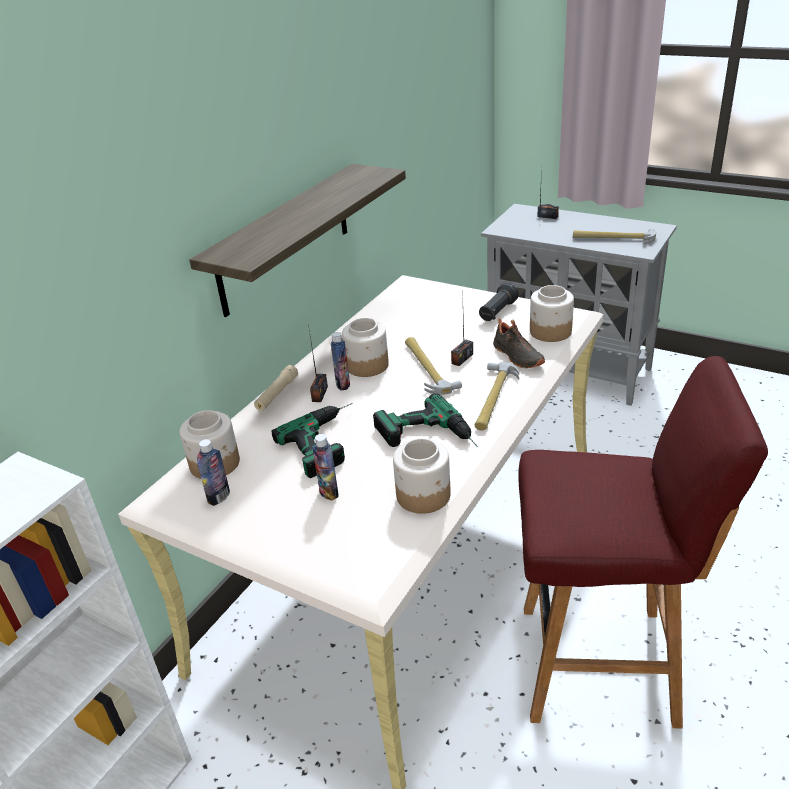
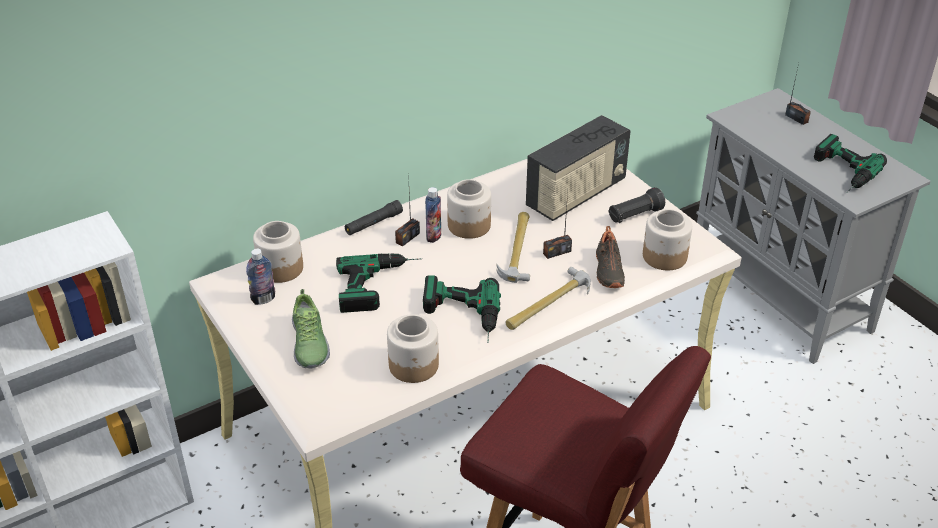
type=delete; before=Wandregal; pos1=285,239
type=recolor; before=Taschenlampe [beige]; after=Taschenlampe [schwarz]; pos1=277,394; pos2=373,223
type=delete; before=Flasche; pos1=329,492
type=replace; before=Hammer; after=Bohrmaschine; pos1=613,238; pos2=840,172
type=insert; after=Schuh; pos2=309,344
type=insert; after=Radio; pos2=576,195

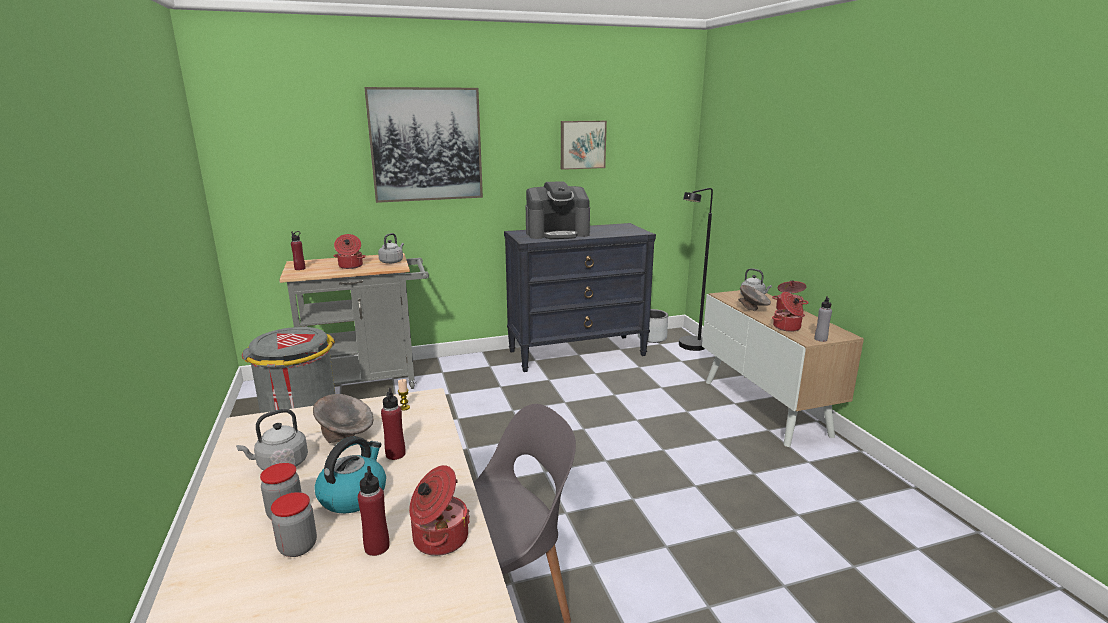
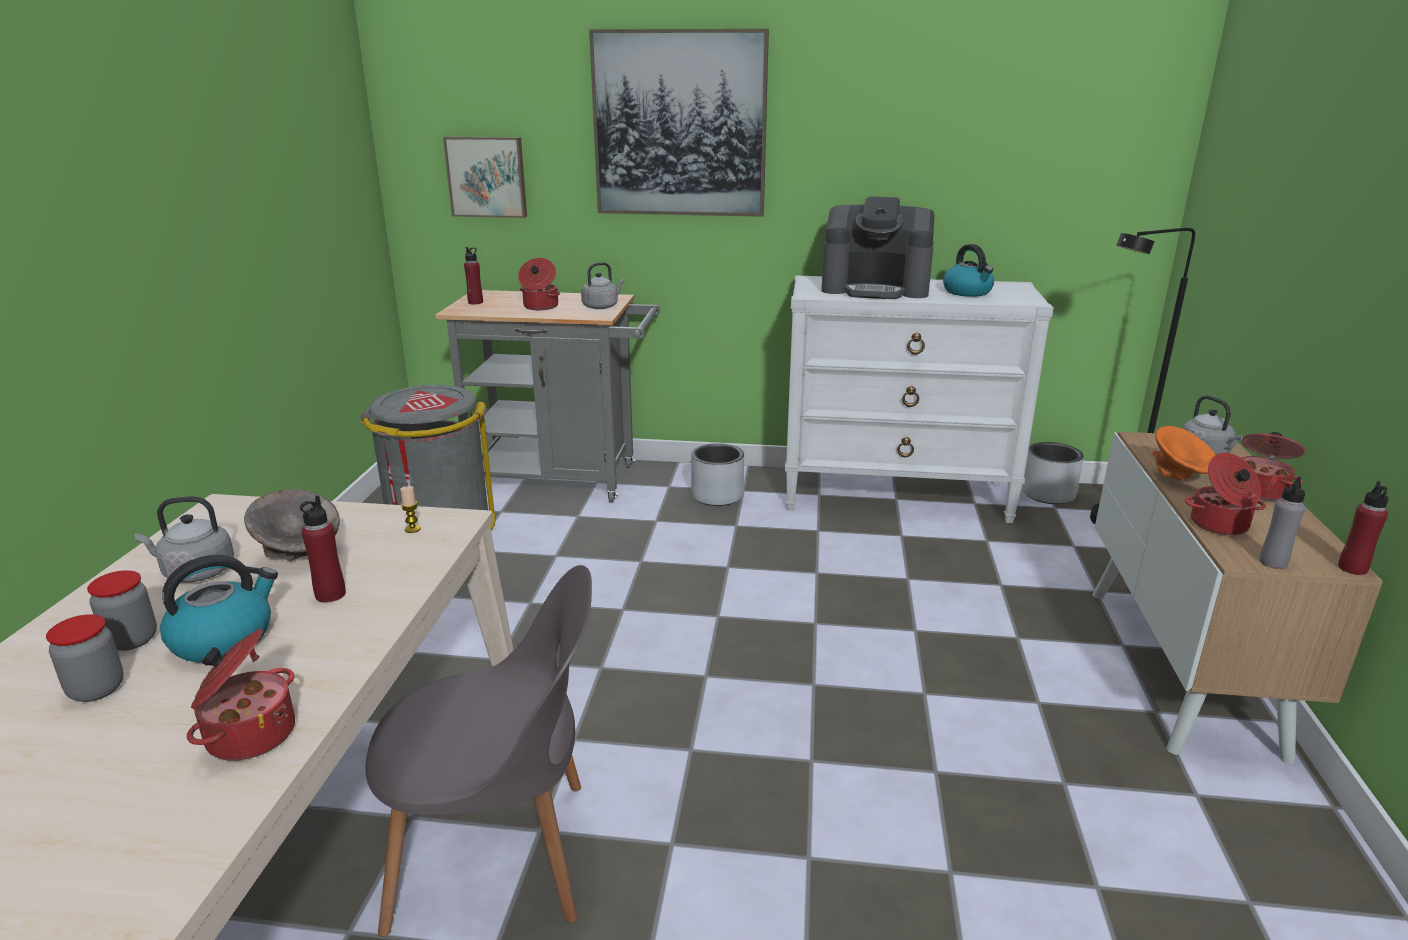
type=move; before=Flasche [rot]; pos1=377,547; pos2=1352,568
type=recolor; before=Kommode [schwarz]; after=Kommode [weiß]; pos1=577,353; pos2=896,496
type=move; before=Bild; pos1=582,144; pos2=487,176
type=recolor; before=Schüssel [grau]; after=Schüssel [orange]; pos1=753,310; pos2=1179,478
type=insert; after=Pflanzkübel [grau]; pos2=718,496
type=insert; after=Wasserkessel; pos2=968,292

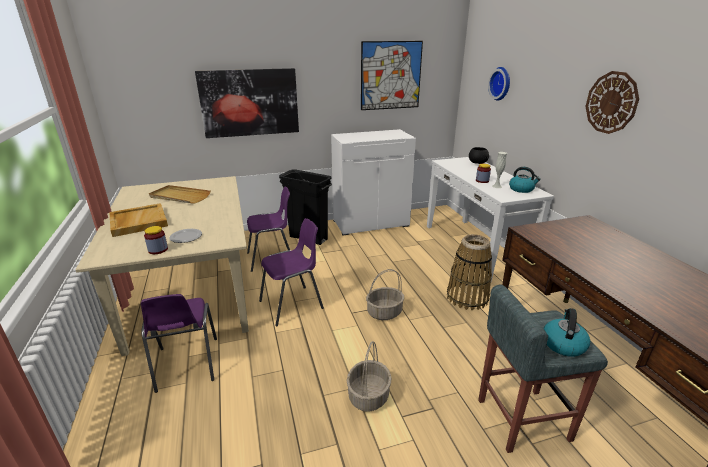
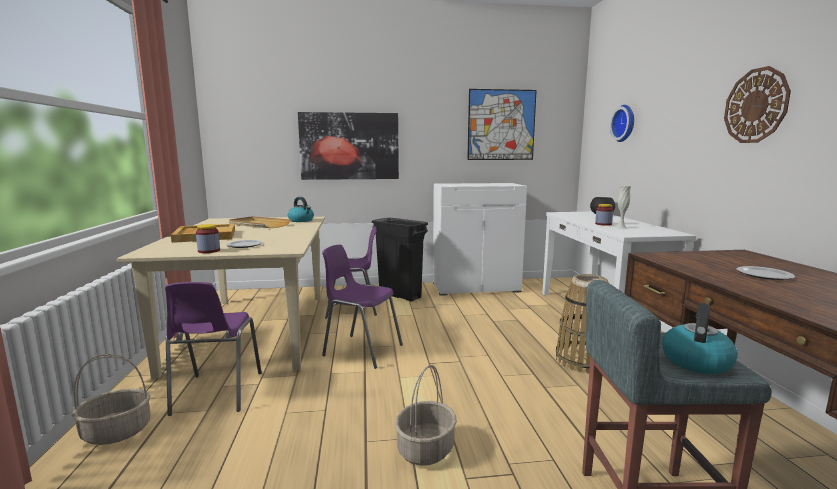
type=rotate; before=Stuhl [lila]; pos1=293,305; pos2=361,350; turn=-135
type=move; before=Korb; pos1=384,312; pos2=117,431
type=move; before=Wasserkessel; pos1=521,189; pos2=301,220
type=insert; after=Teller; pos2=764,275

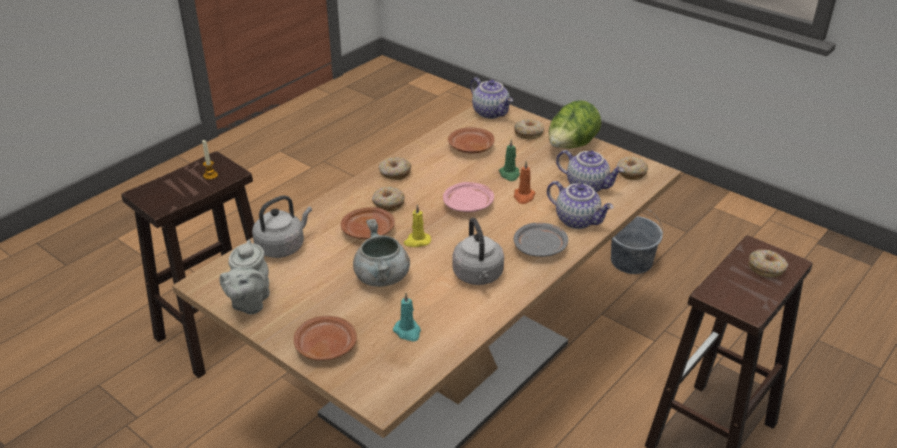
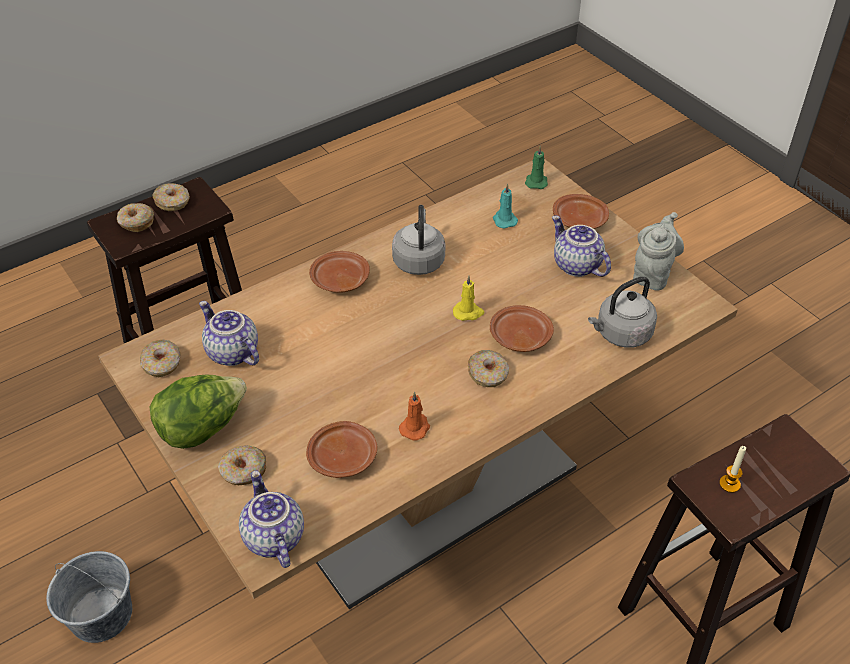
type=delete; before=Kochtopf [grau]; pos1=382,277
type=move; before=Donut; pos1=394,173; pos2=173,202
type=delete; before=Teller [rosa]; pos1=468,204
type=move; before=Kerze [grün]; pos1=509,174; pos2=536,181
type=move; before=Kerze [orange]; pos1=523,197; pos2=415,427
type=recolor; before=Teller [grau]; after=Teller [braun]; pos1=540,247; pos2=339,280
type=move; before=Teekanne; pos1=578,220; pos2=575,265

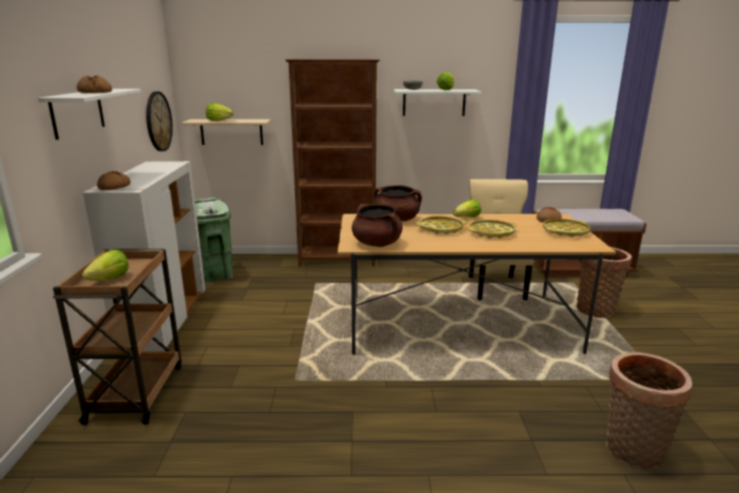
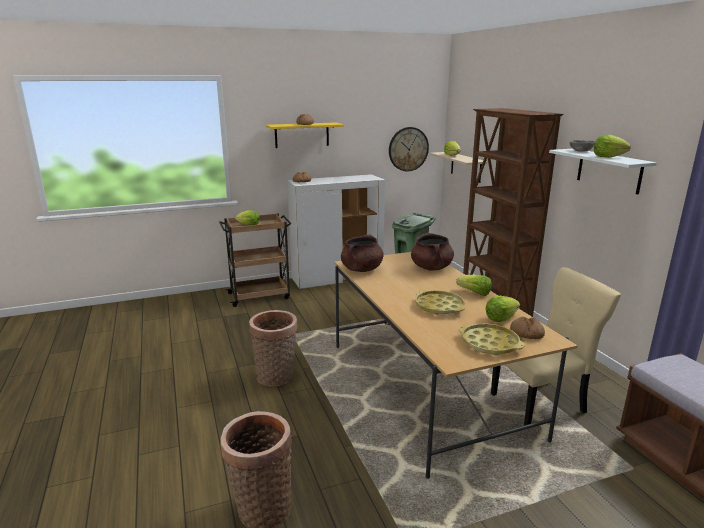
type=recolor; before=Wandregal [weiß]; after=Wandregal [gelb]; pos1=77,112; pos2=302,135
type=delete; before=Tablett [gelb]; pos1=440,229
type=move; before=Korb; pos1=596,310; pos2=276,377
type=insert; after=Salatkopf; pos2=500,318

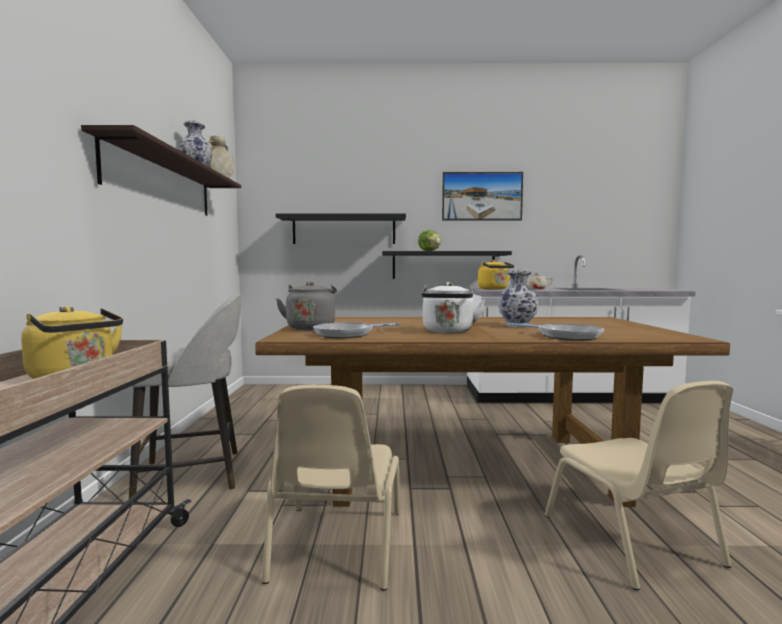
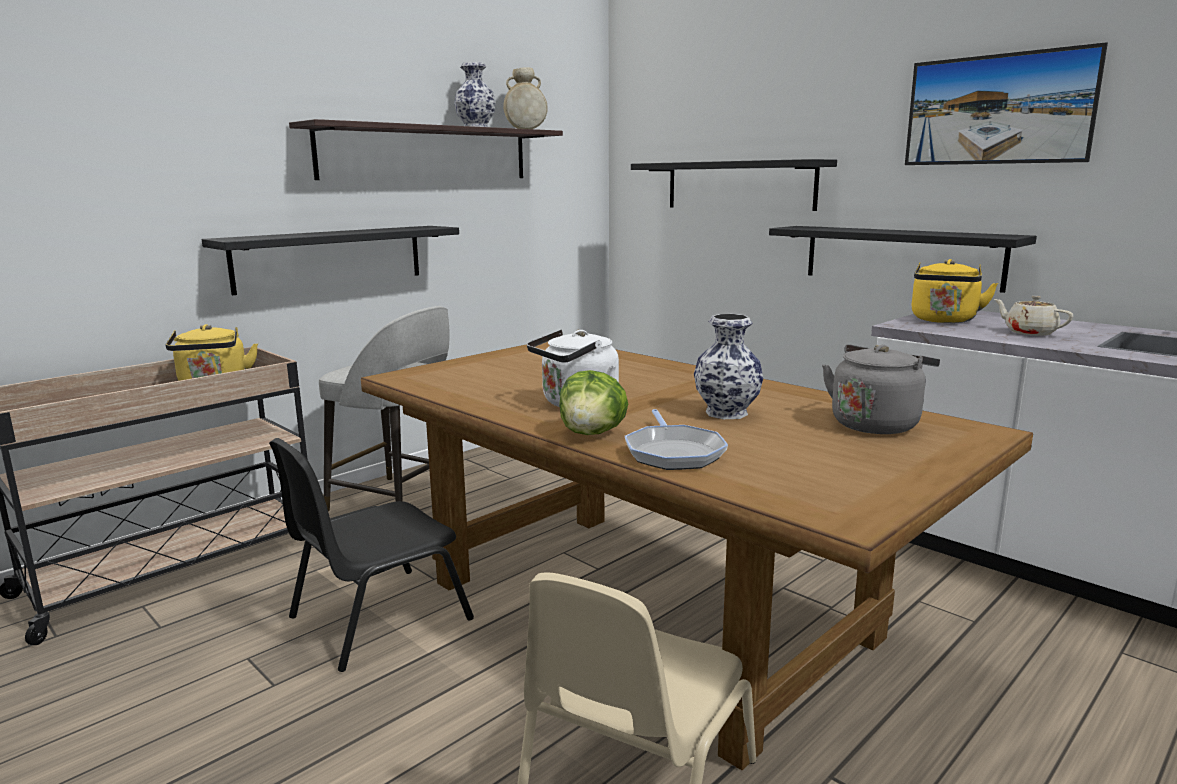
type=recolor; before=Stuhl [beige]; after=Stuhl [schwarz]; pos1=336,546; pos2=376,618
type=move; before=Wasserkessel [grau]; pos1=311,328; pos2=876,424
type=delete; before=Pfanne; pos1=347,334
type=move; before=Salatkopf; pos1=430,251; pos2=593,433
type=insert; after=Wandregal [schwarz]; pos2=330,258

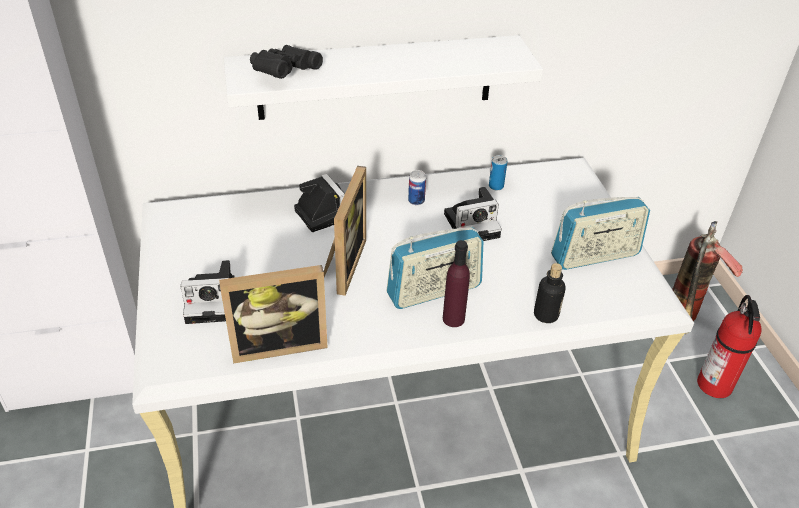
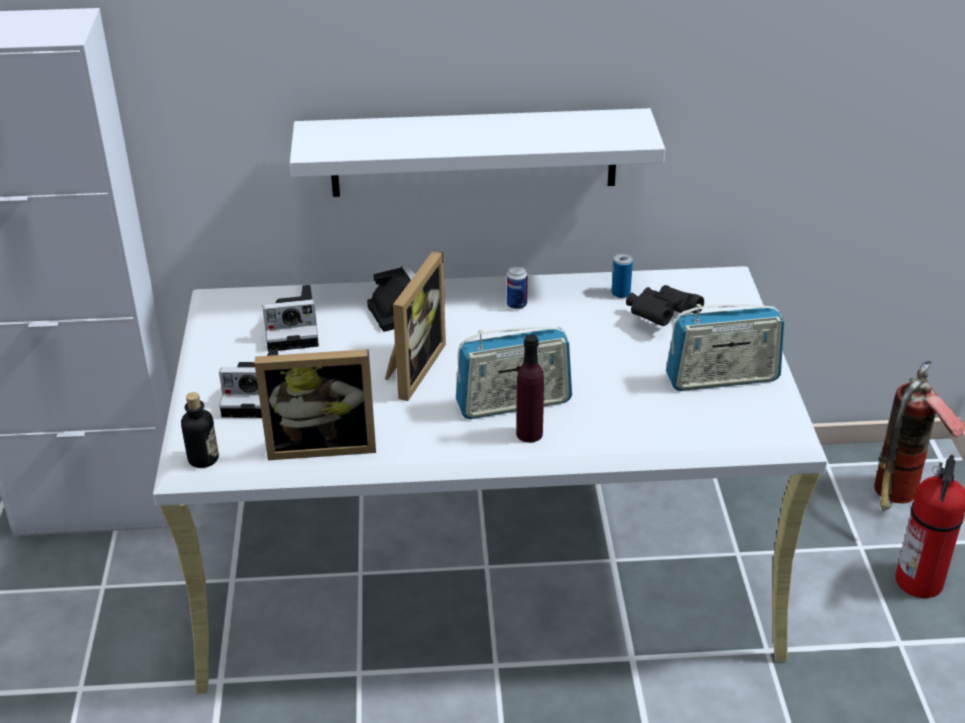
type=move; before=Fernglas [schwarz]; pos1=284,73; pos2=661,316
type=move; before=Kamera; pos1=473,224; pos2=294,330
type=move; before=Flasche; pos1=546,315; pos2=203,459

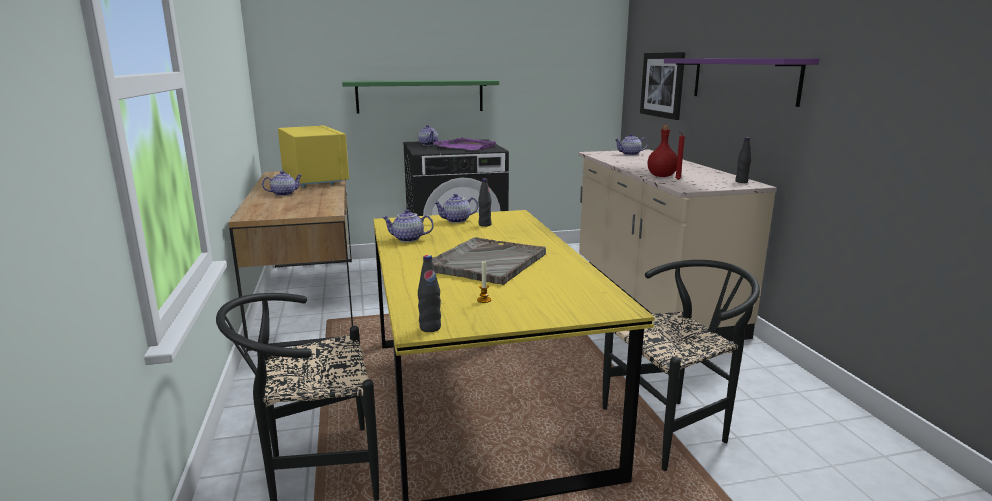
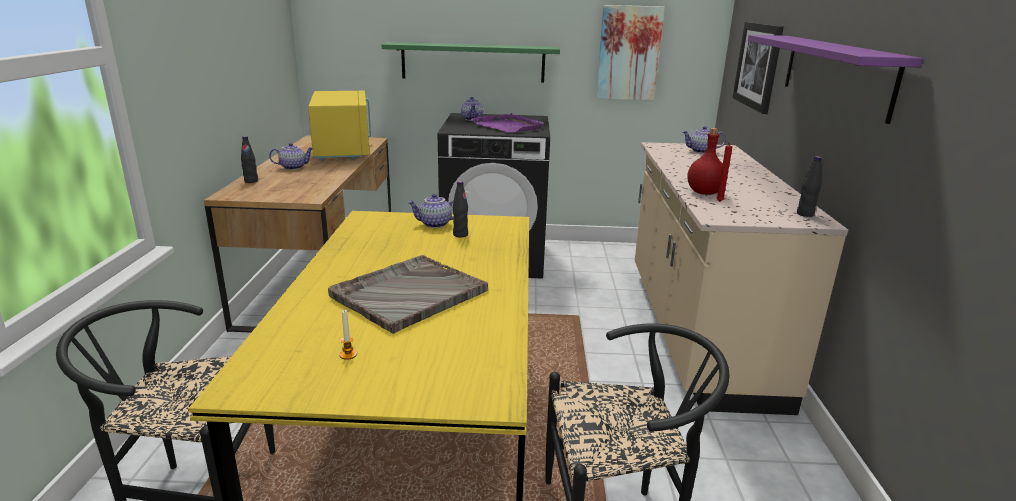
type=delete; before=Teekanne; pos1=408,239
type=move; before=Flasche [schwarz]; pos1=430,328; pos2=251,181
type=insert; after=Bild; pos2=628,53

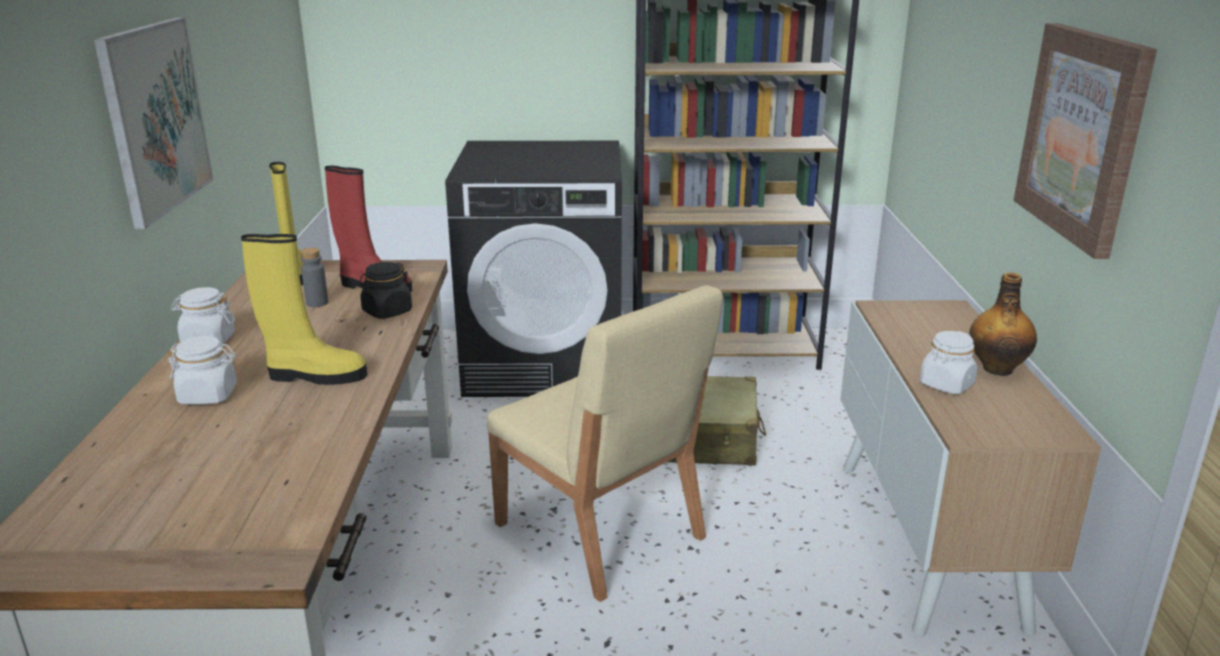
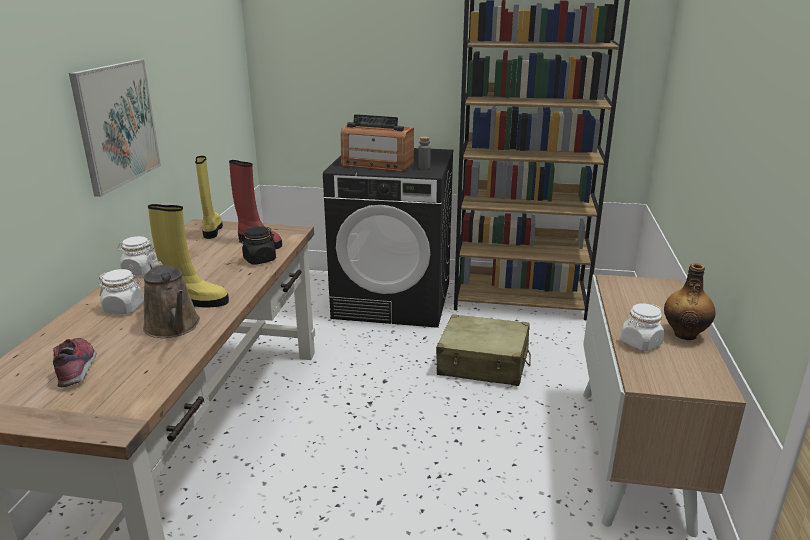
type=move; before=Flasche [grau]; pos1=317,303; pos2=424,168
type=delete; before=Stuhl [beige]; pos1=600,532
type=delete; before=Bild; pos1=1082,135
type=insert; after=Schuh; pos2=78,368
type=insert; after=Gießkanne [braun]; pos2=173,327
type=insert; after=Radio; pos2=377,165

